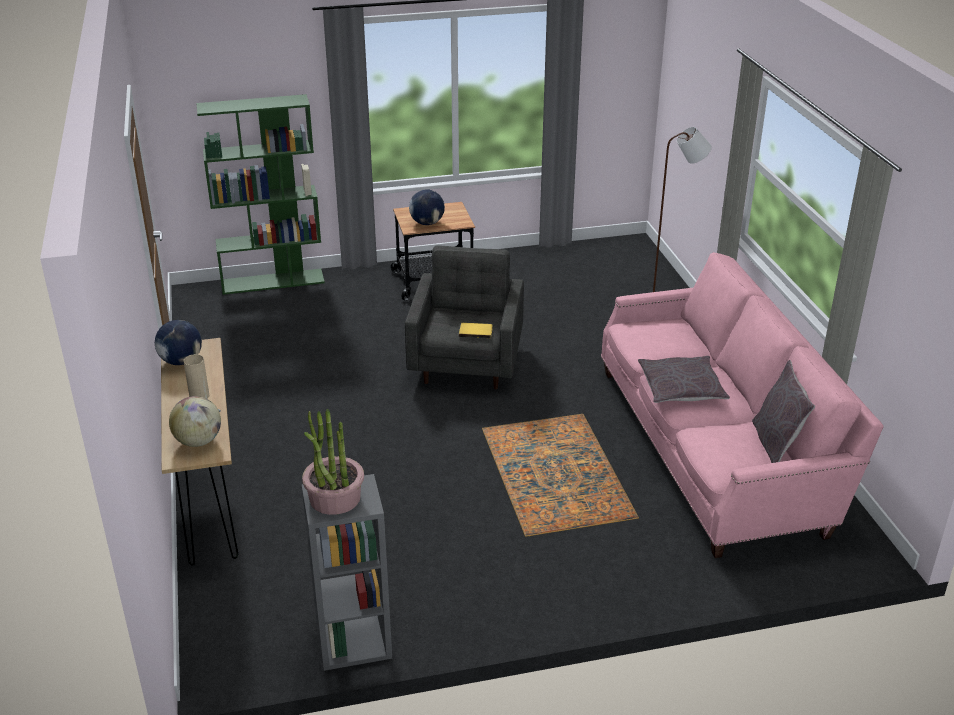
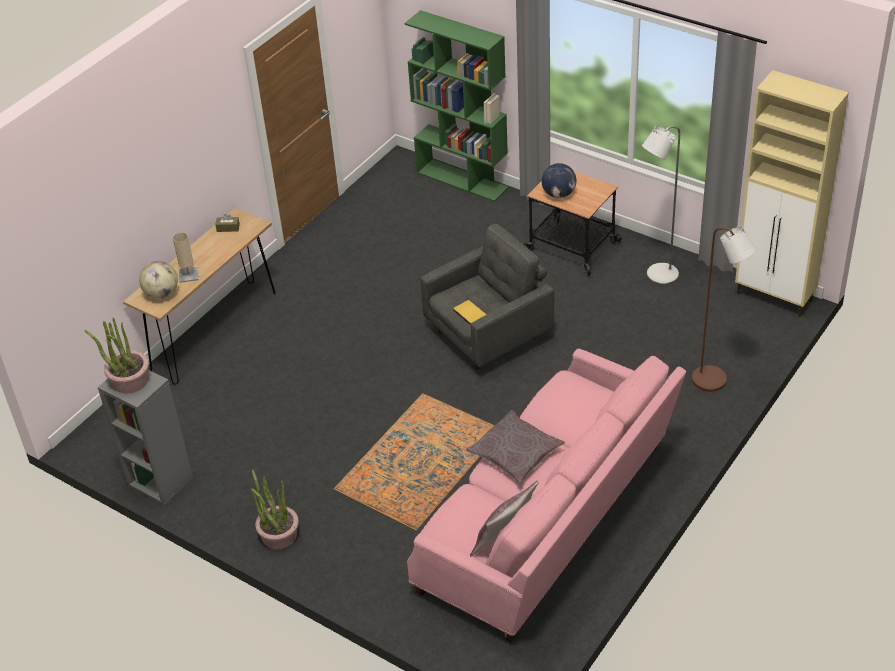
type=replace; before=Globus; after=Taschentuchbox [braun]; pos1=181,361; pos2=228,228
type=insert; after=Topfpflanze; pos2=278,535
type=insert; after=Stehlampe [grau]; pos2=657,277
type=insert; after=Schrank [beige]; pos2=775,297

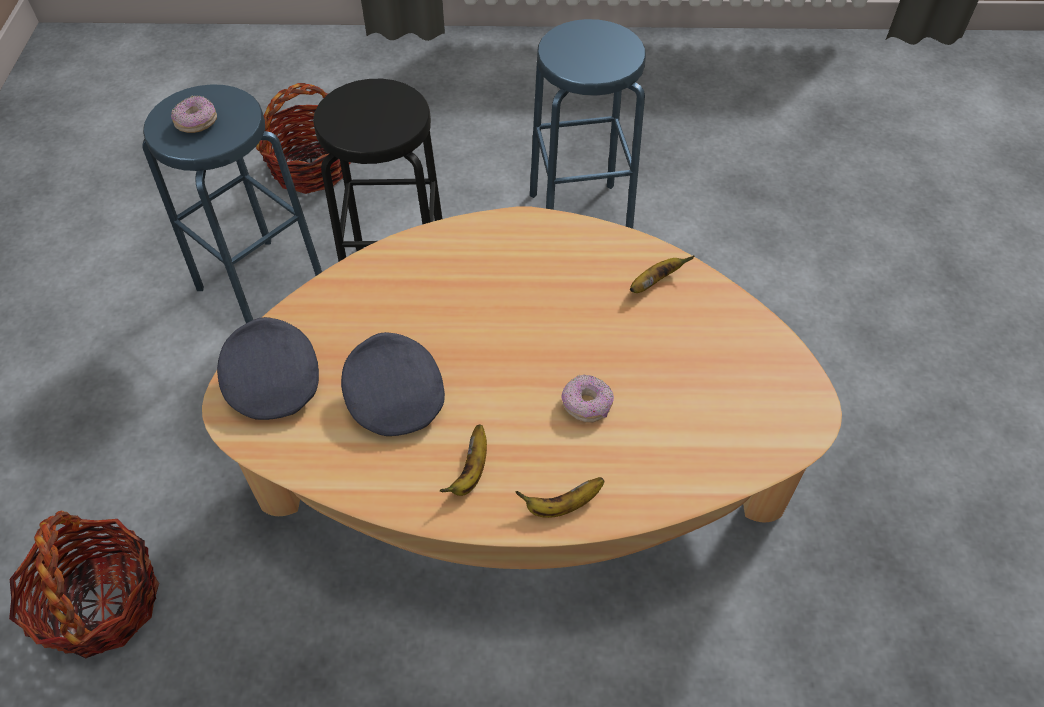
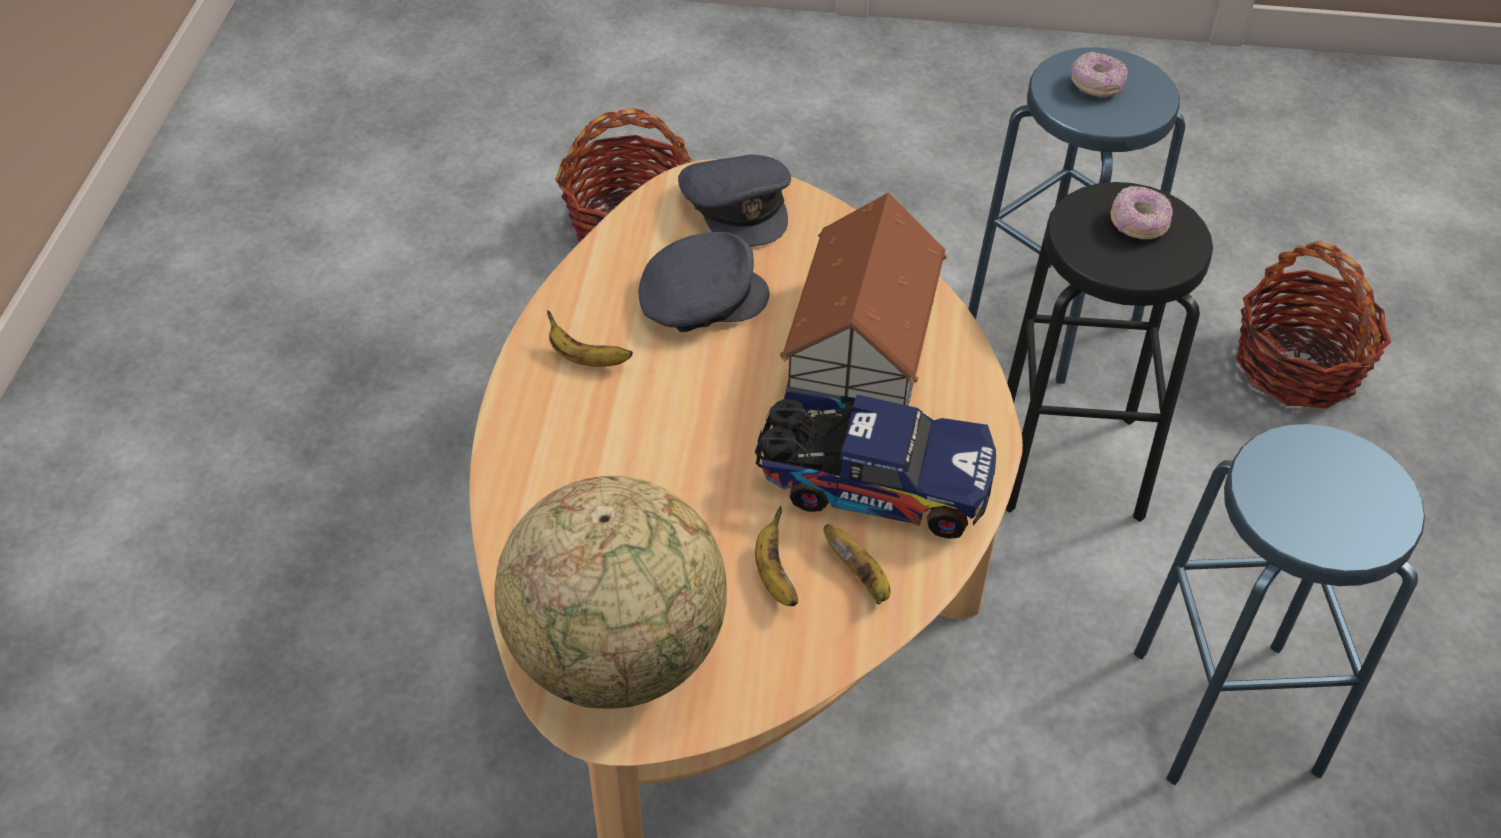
type=rotate; before=Kappe [grau]; pos1=272,381; pos2=738,206; turn=75
type=move; before=Banane; pos1=562,505; pos2=774,575
type=move; before=Donut; pos1=586,405; pos2=1138,224
type=insert; after=Globus; pos2=618,654
type=insert; after=Spielzeuglaster; pos2=870,483
type=insert; after=Spielzeughaus; pos2=864,342

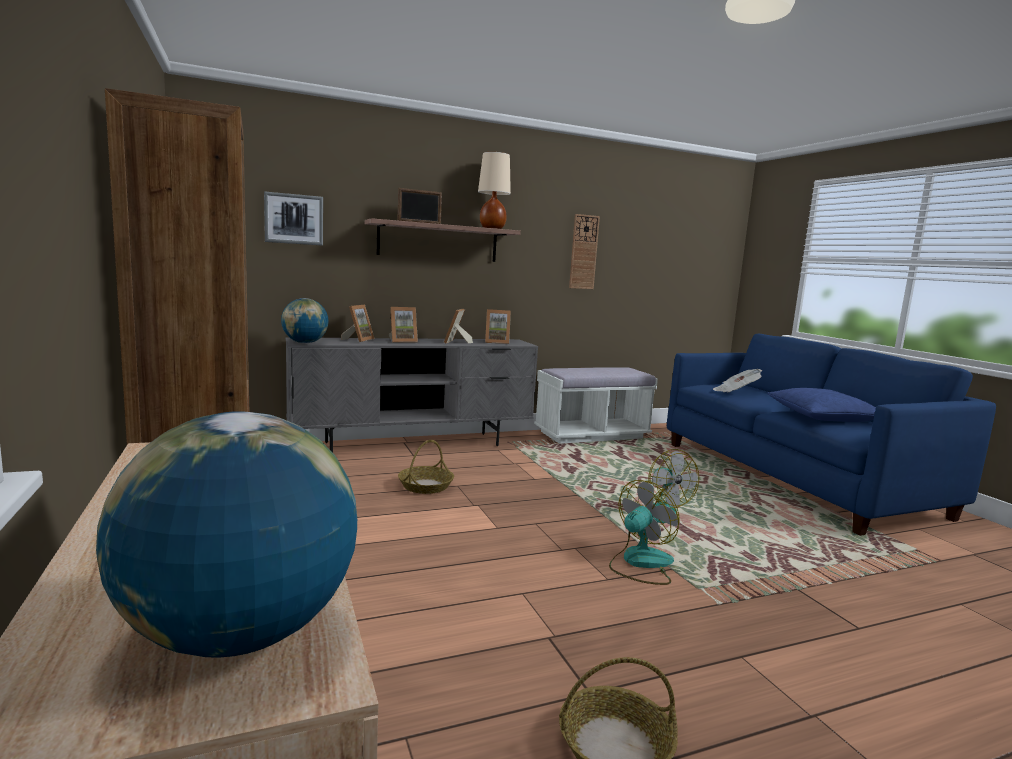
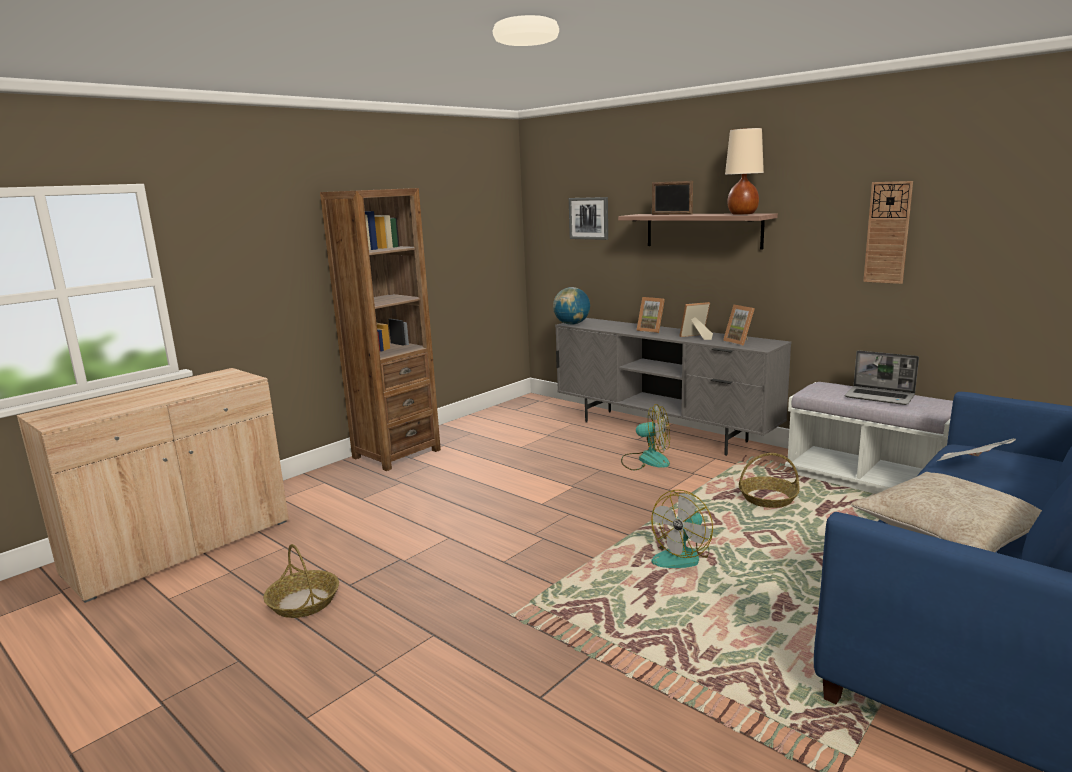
type=delete; before=Globus; pos1=239,634
type=delete; before=Bilderrahmen; pos1=358,340
type=move; before=Korb; pos1=425,486; pos2=768,498
type=move; before=Ventilator; pos1=640,563; pos2=646,460
type=recolor; before=Kissen [blau]; after=Kissen [beige]; pos1=822,416; pos2=949,530
type=insert; after=Laptop; pos2=880,397

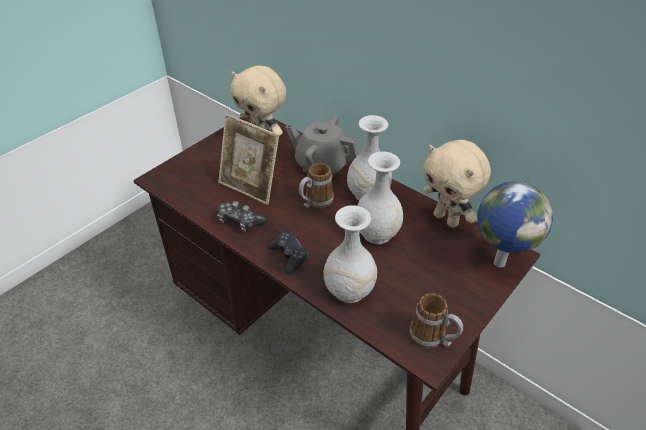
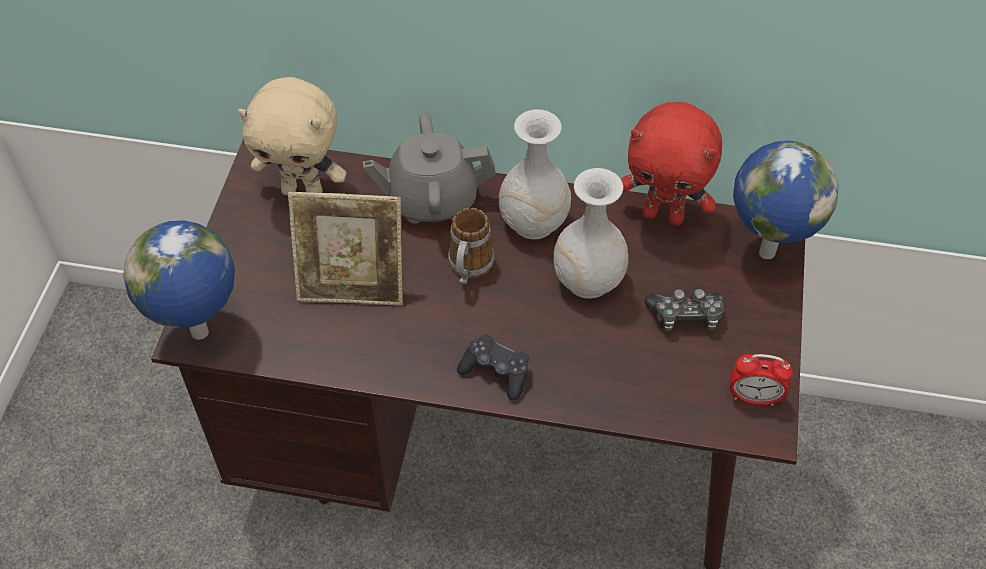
type=move; before=Gamepad; pos1=240,222; pos2=685,316
type=delete; before=Vase [weiß]; pos1=349,291
type=replace; before=Henkelbecher; after=Wecker; pos1=433,338; pos2=754,397
type=recolor; before=Plüschtier [beige]; after=Plüschtier [rot]; pos1=447,219; pos2=664,215
type=insert; after=Globus; pos2=201,334

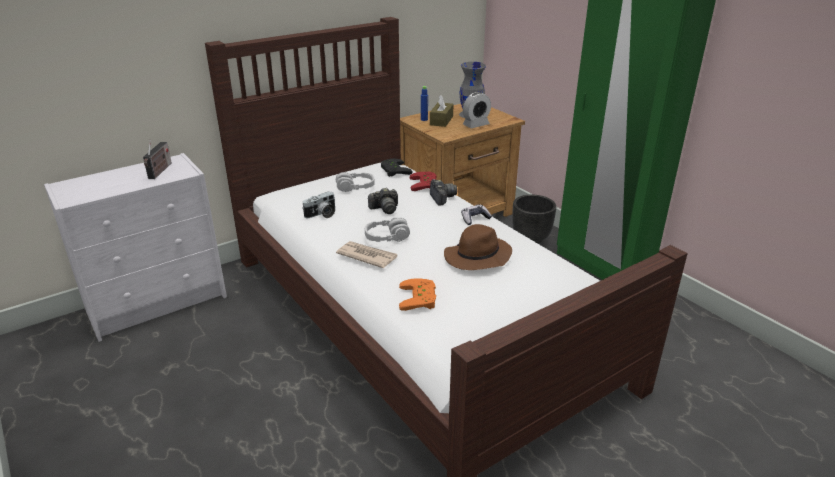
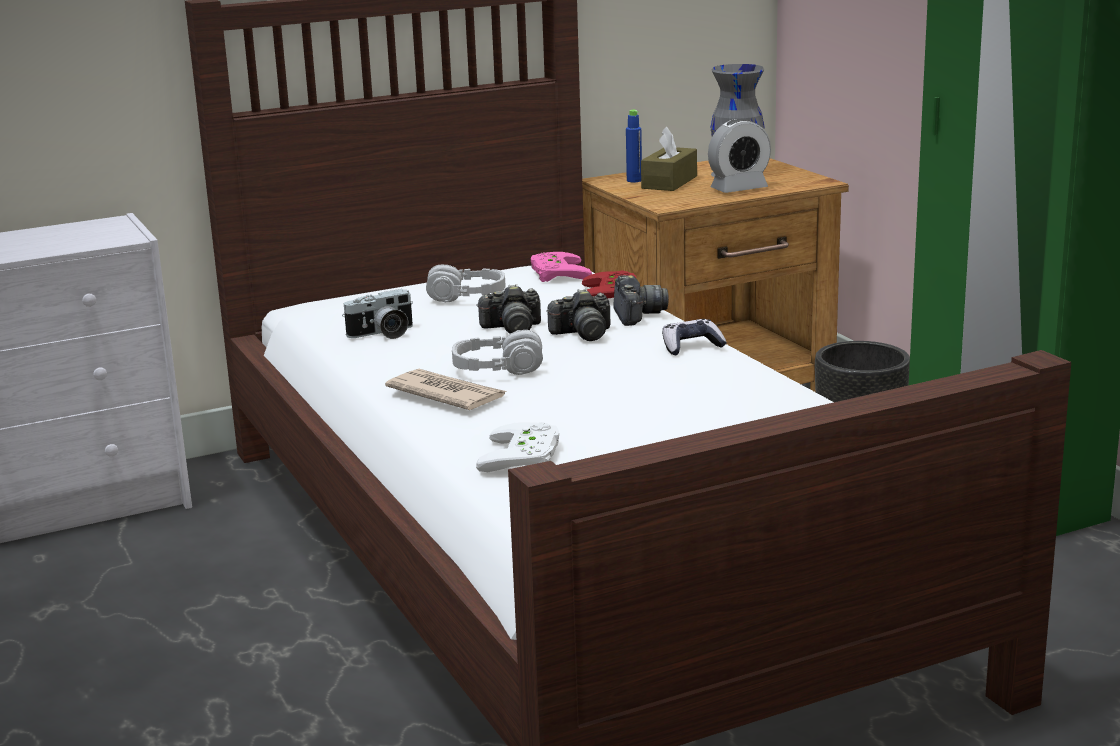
type=delete; before=Radio; pos1=159,171
type=recolor; before=Gamepad [schwarz]; after=Gamepad [rosa]; pos1=393,170; pos2=555,273
type=recolor; before=Gamepad [orange]; after=Gamepad [weiß]; pos1=420,298; pos2=526,456
type=delete; before=Hut [braun]; pos1=477,258
type=insert; after=Kamera; pos2=583,334

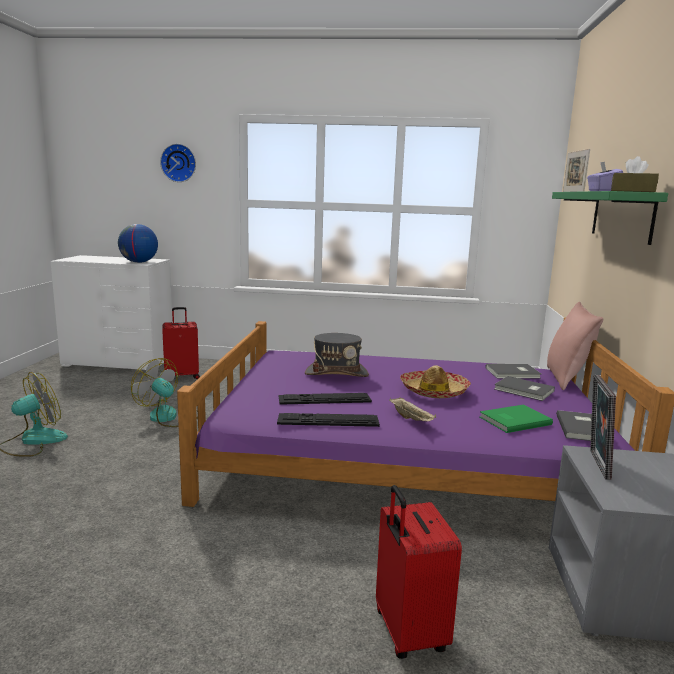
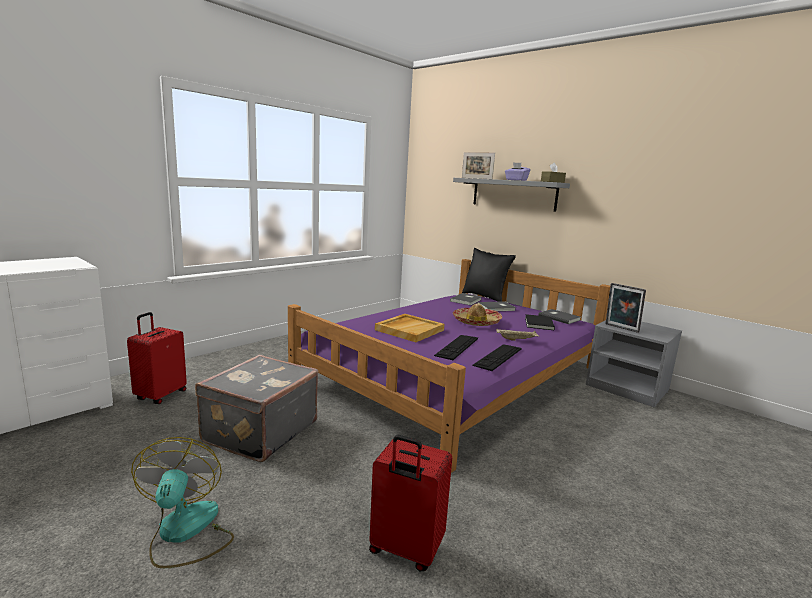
type=delete; before=Globus; pos1=139,262
type=replace; before=Ventilator; after=Koffer [grau]; pos1=169,417; pos2=259,431
type=delete; before=Wanduhr; pos1=179,163
type=replace; before=Hut [grau]; after=Tablett [beige]; pos1=336,374; pos2=409,330
type=move; before=Koffer [rot]; pos1=408,632; pos2=405,550
type=recolor; before=Buch [grün]; after=Buch [schwarz]; pos1=513,420; pos2=538,323
type=recolor; before=Kissen [rosa]; after=Kissen [schwarz]; pos1=566,379; pos2=485,297
type=recolor; before=Wandregal [grün]; after=Wandregal [grau]; pos1=621,215; pos2=513,194

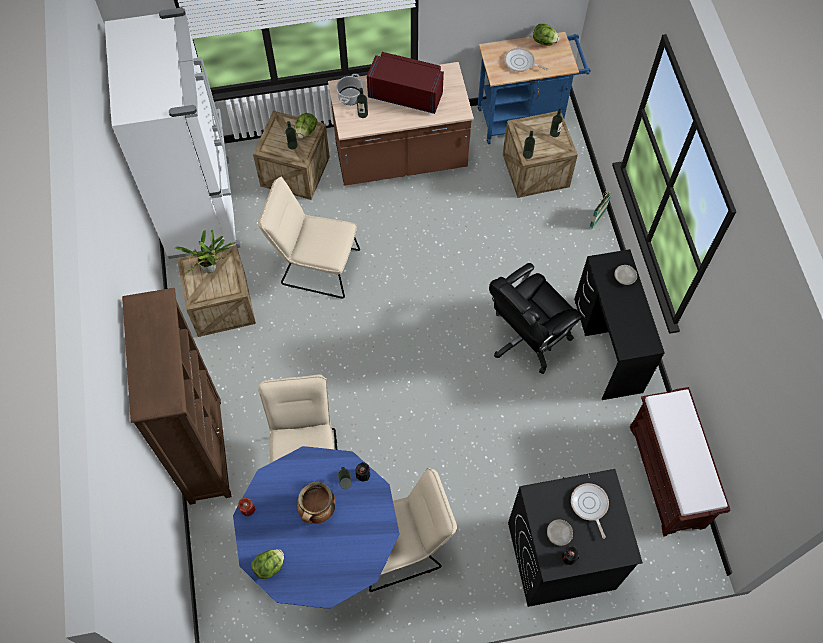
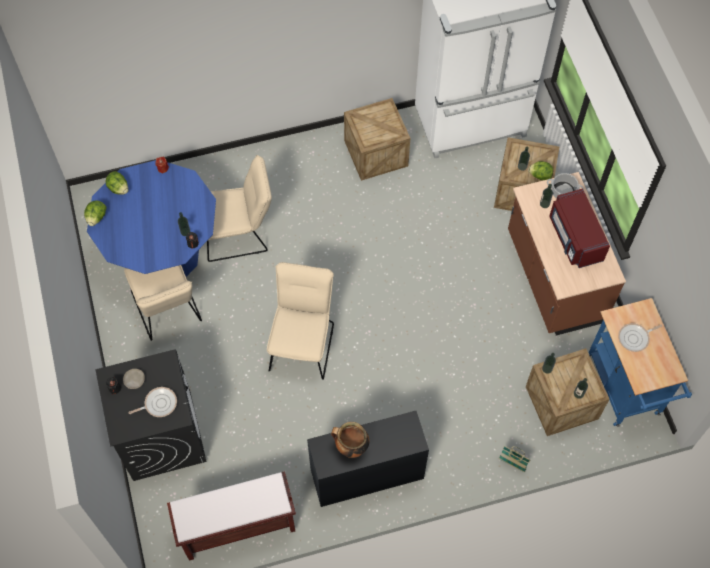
type=delete; before=Bücherregal [braun]; pos1=205,449
type=delete; before=Topfpflanze; pos1=211,268
type=move; before=Stuhl [beige]; pos1=315,265; pos2=303,342
type=move; before=Kochtopf; pos1=318,511; pos2=351,446
type=rotate; before=Mikrowelle [rot]; pos1=406,94; pos2=574,238; turn=150
type=delete; before=Bürostuhl [schwarz]; pos1=527,338
type=rotate; before=Pfanne; pos1=521,63; pos2=635,338; turn=-135
type=move; before=Salatkopf; pos1=544,42; pos2=96,217
type=delete; before=Teller [beige]; pos1=625,277

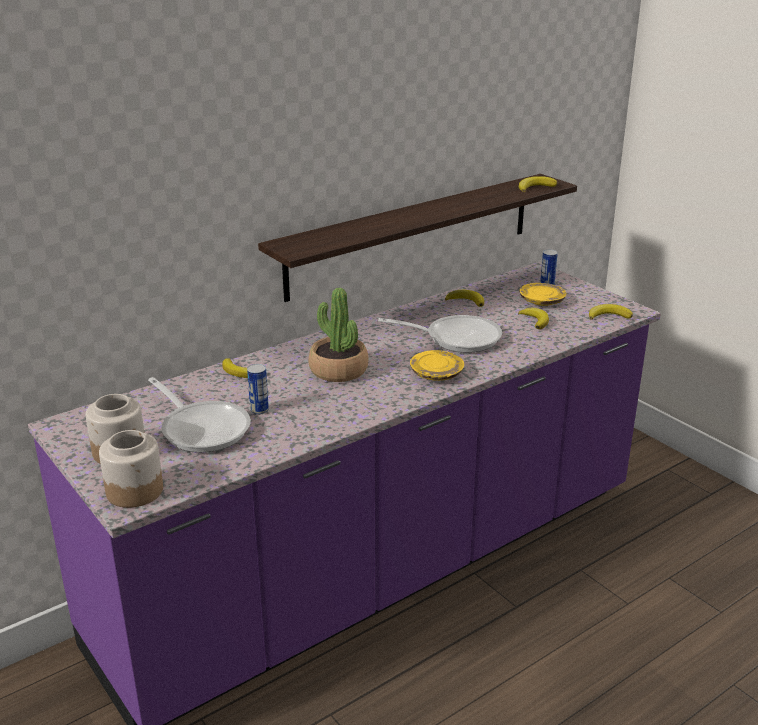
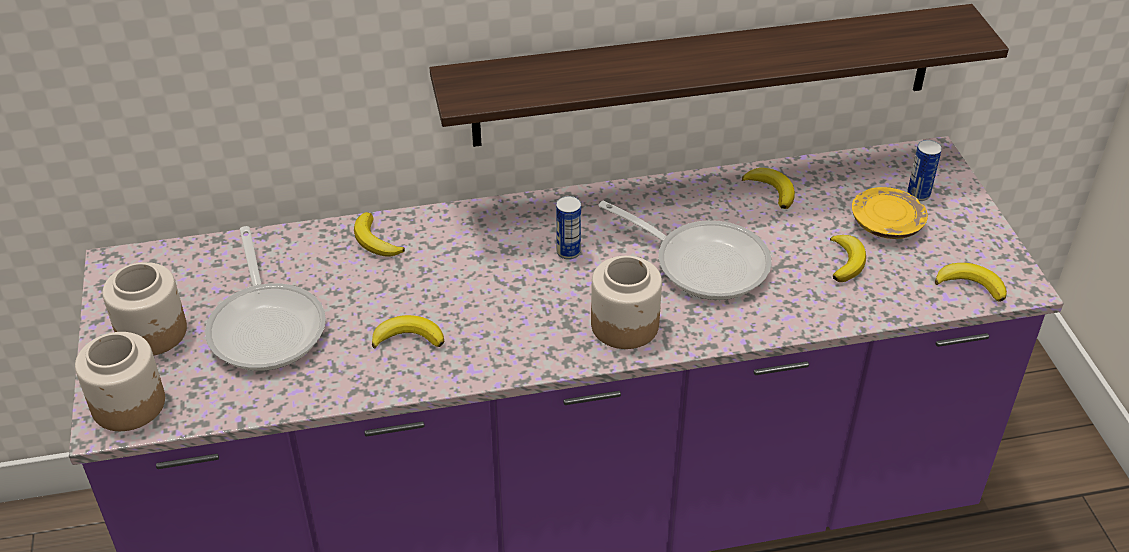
type=move; before=Dose; pos1=259,410; pos2=568,252
type=delete; before=Topfpflanze; pos1=338,370
type=replace; before=Teller [gelb]; after=Vorratsglas; pos1=436,374; pos2=625,324
type=move; before=Banane; pos1=535,187; pos2=408,337

